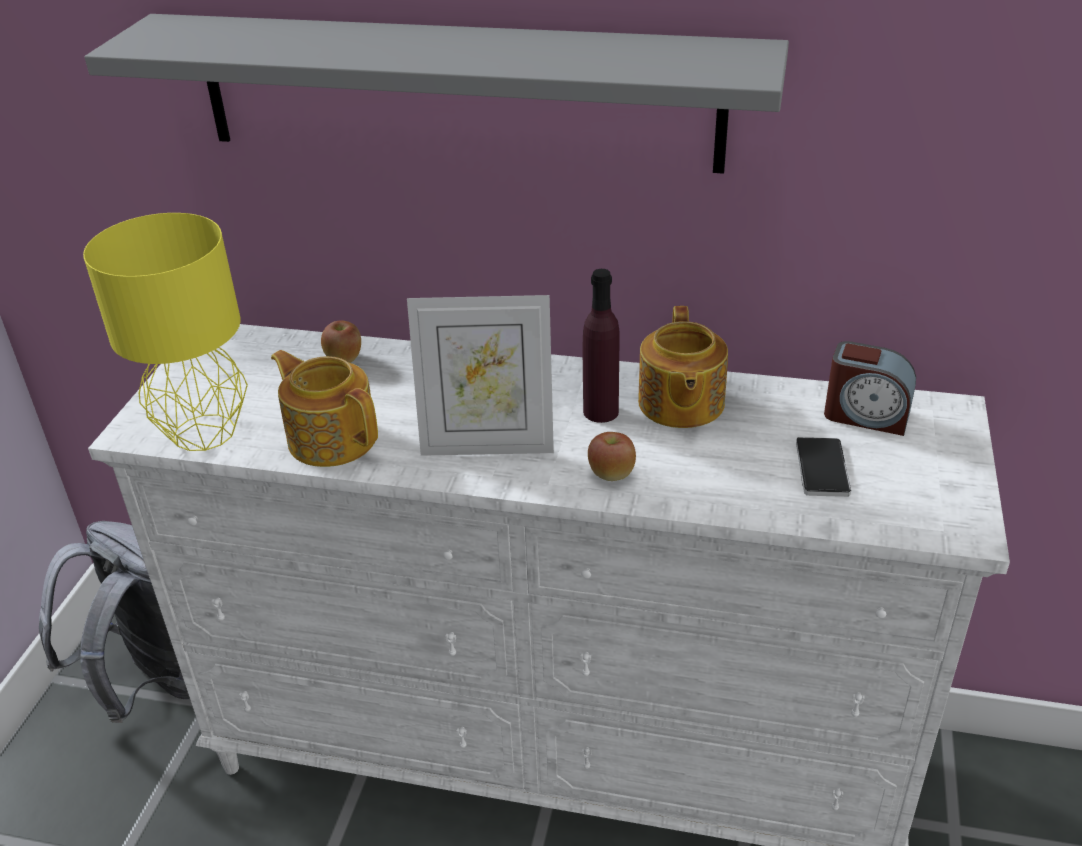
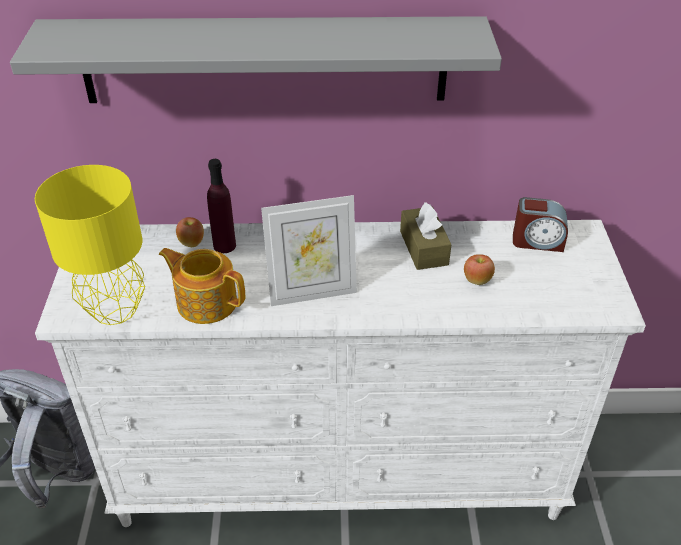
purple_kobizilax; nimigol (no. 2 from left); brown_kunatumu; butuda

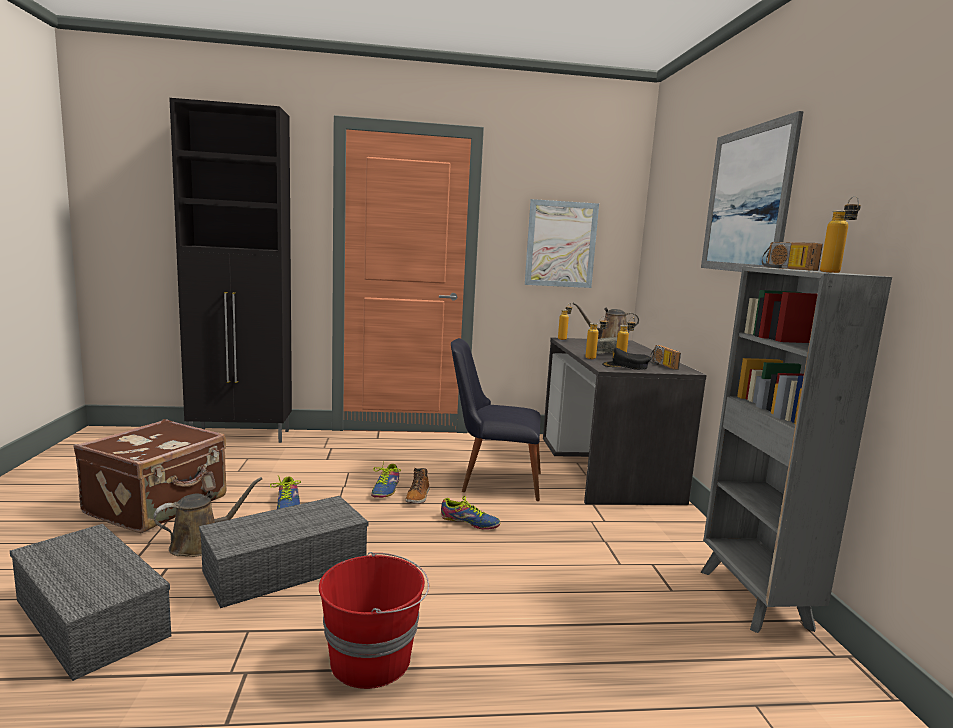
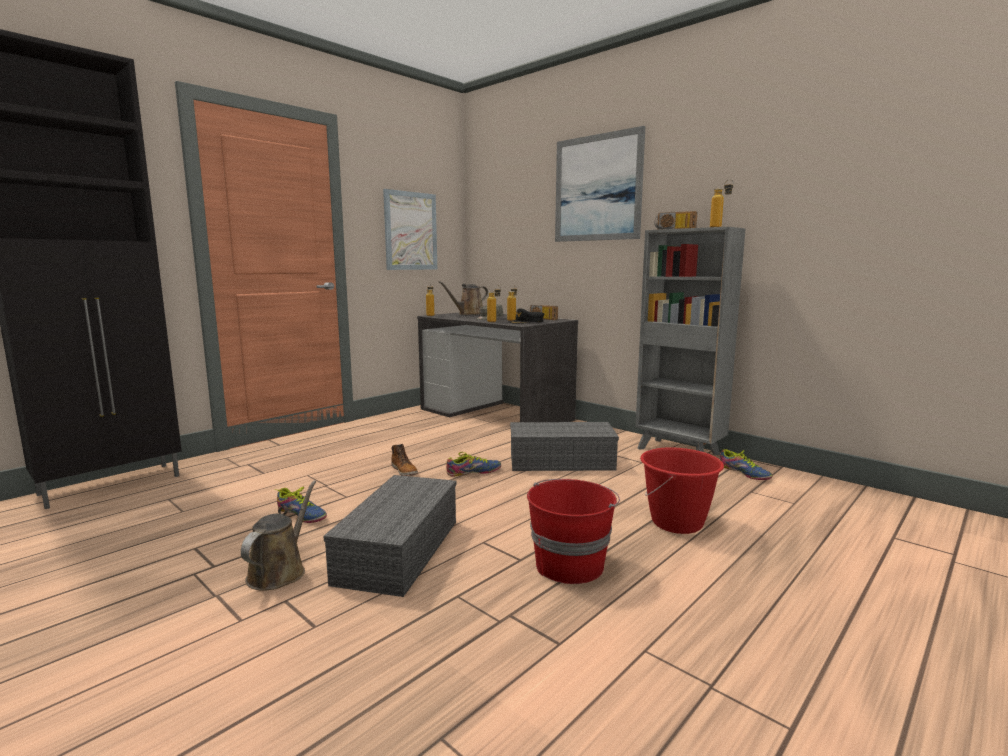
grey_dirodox (no. 2 from left); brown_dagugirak; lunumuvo (no. 3 from left); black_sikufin; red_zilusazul (no. 2 from left)

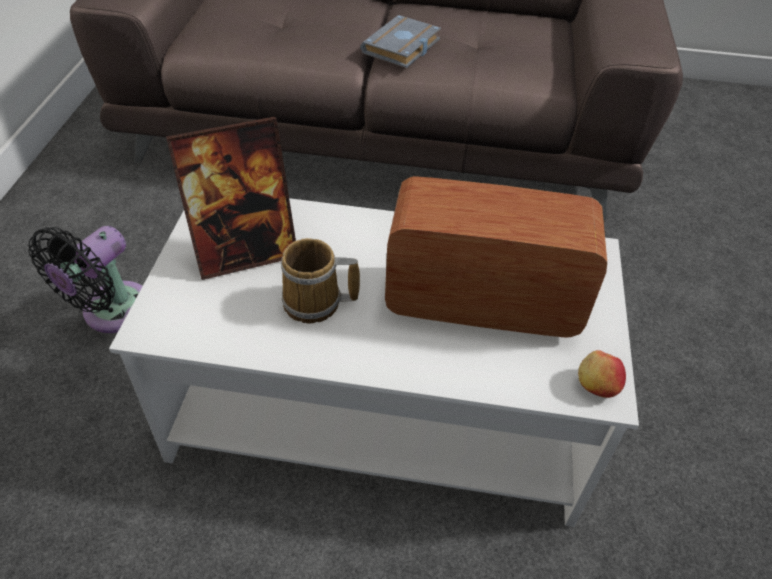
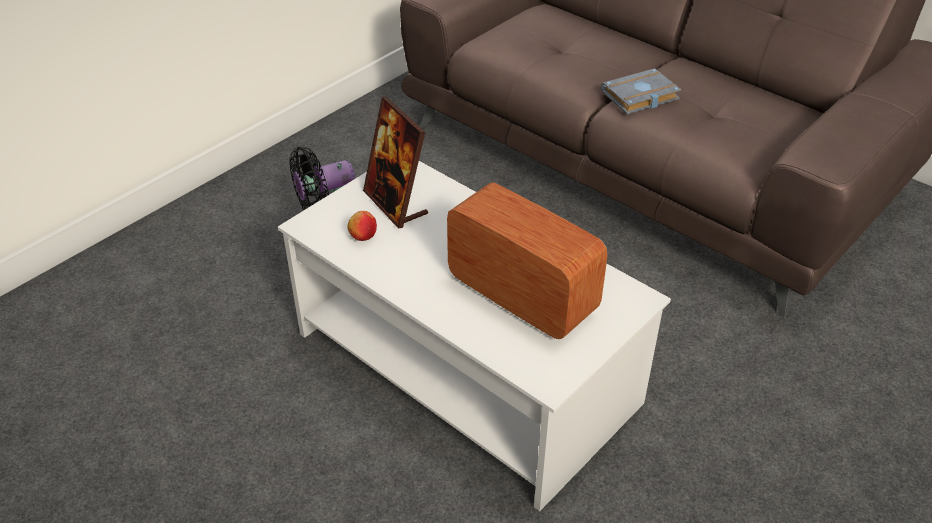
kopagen; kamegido; nimigol

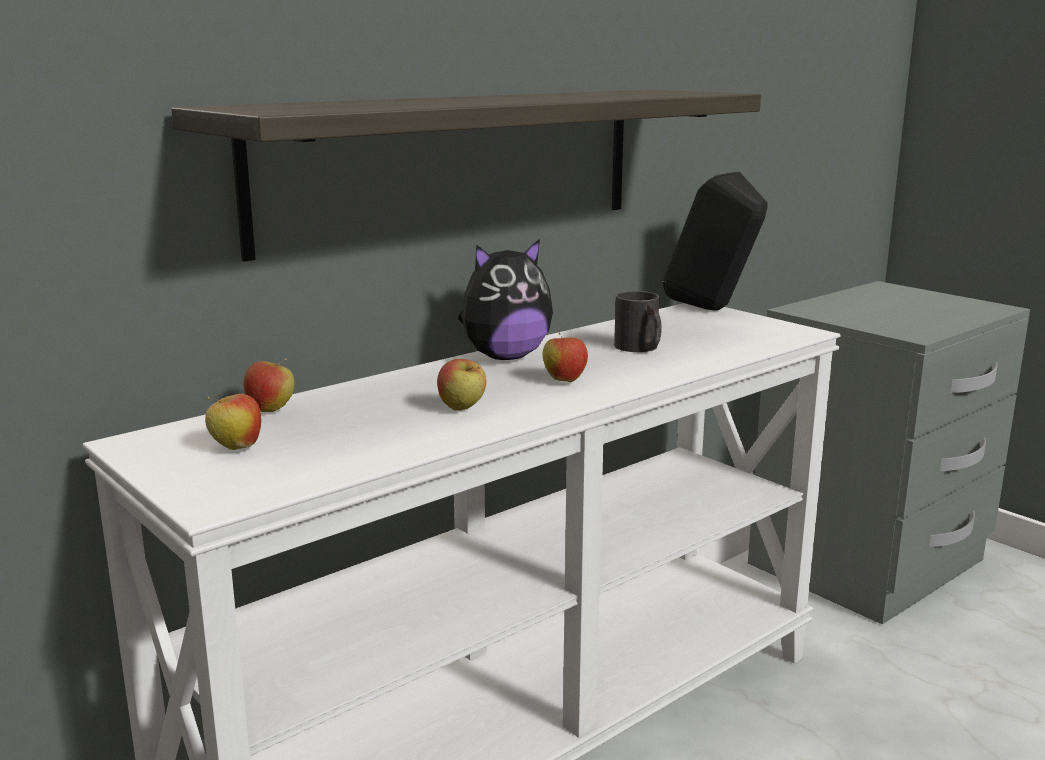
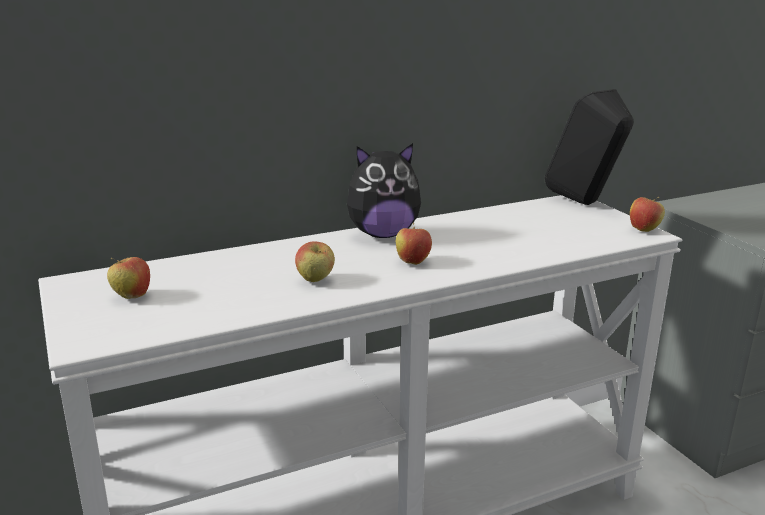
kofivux; nimigol (no. 4 from left); black_kamegido

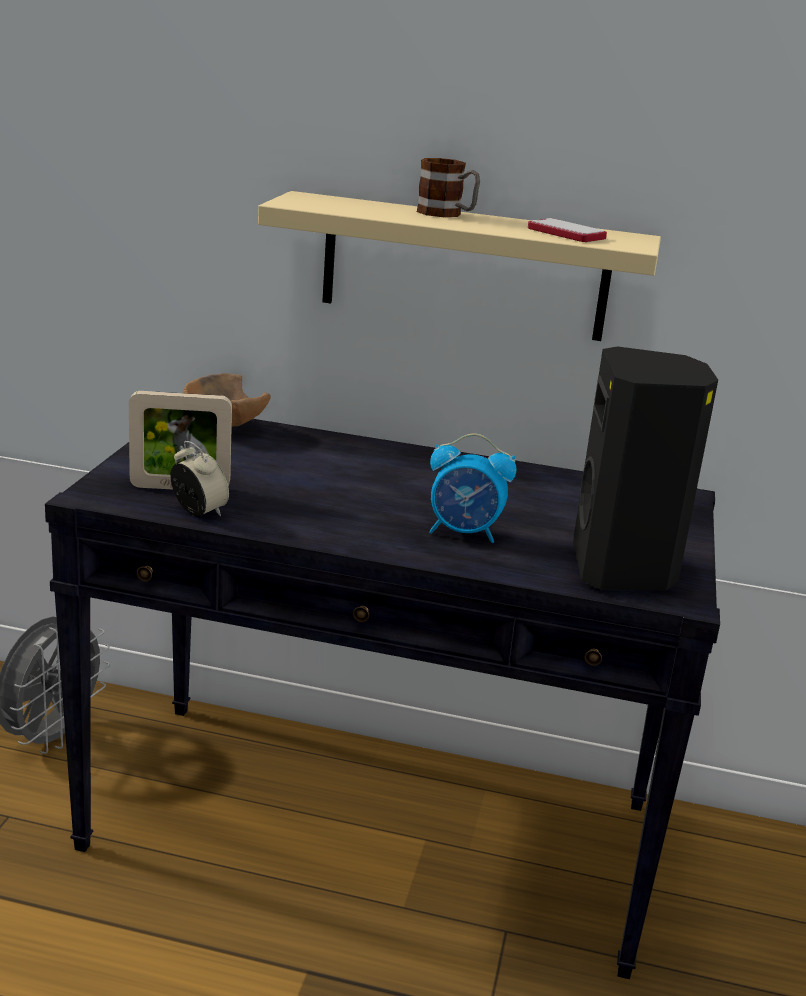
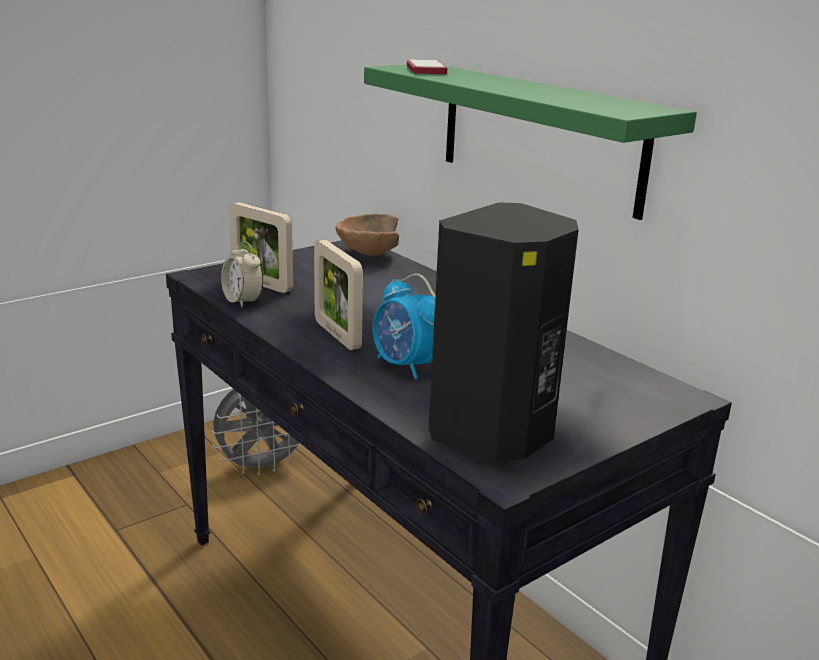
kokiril (no. 1 from left); green_kofivux; kamegido; butuda; kopagen (no. 2 from left)

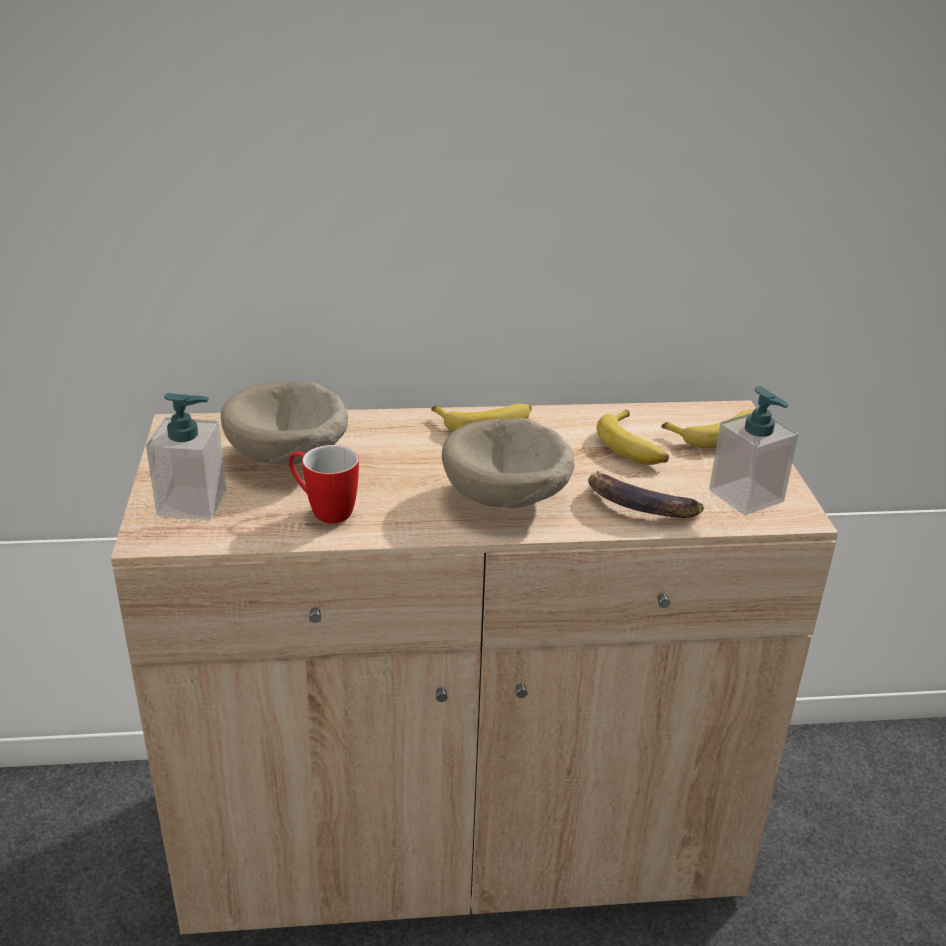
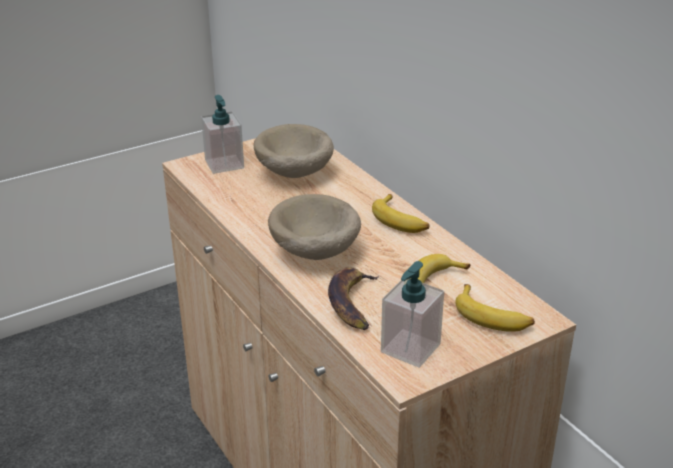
kamegido

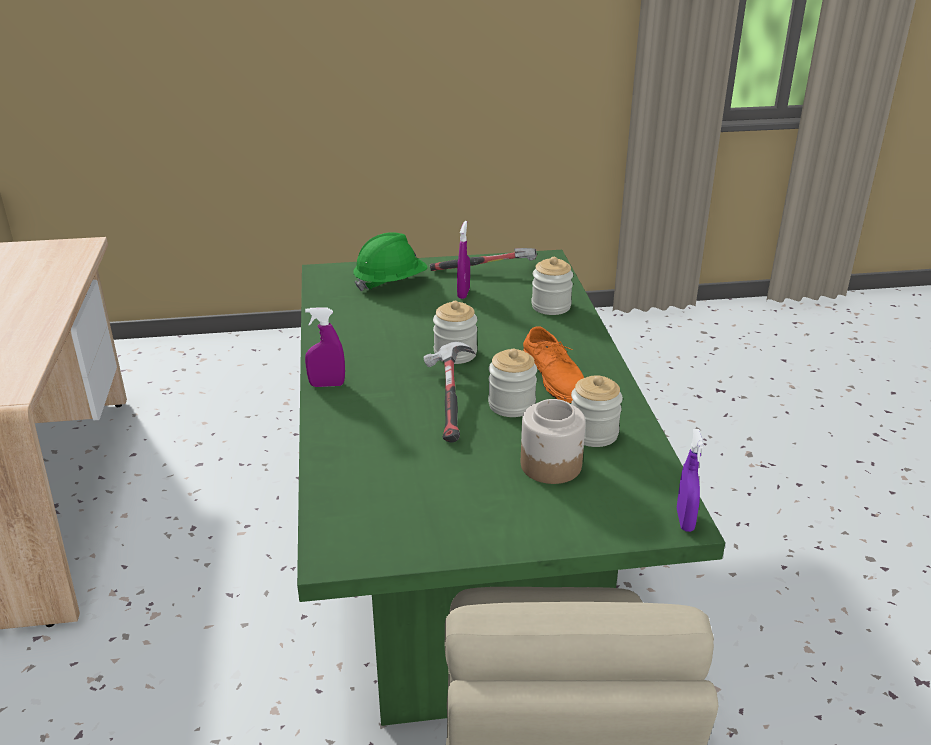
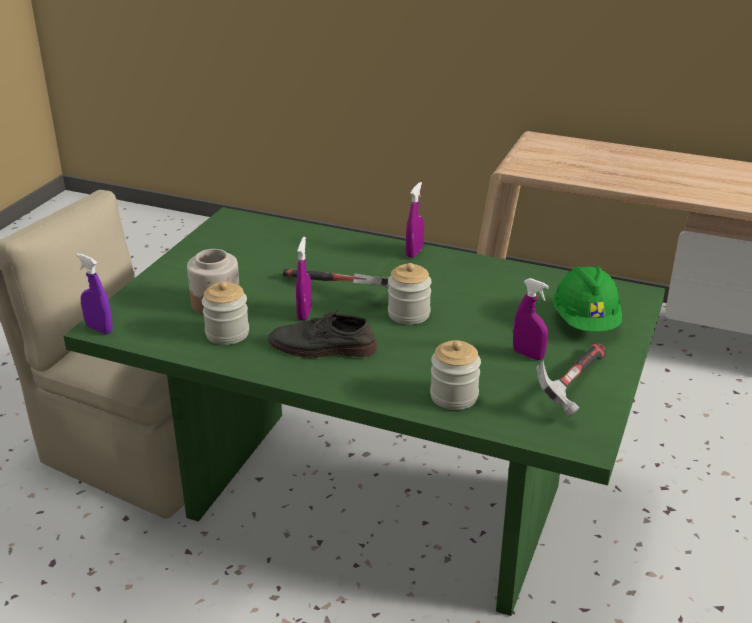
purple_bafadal (no. 2 from left); grey_lunumuvo

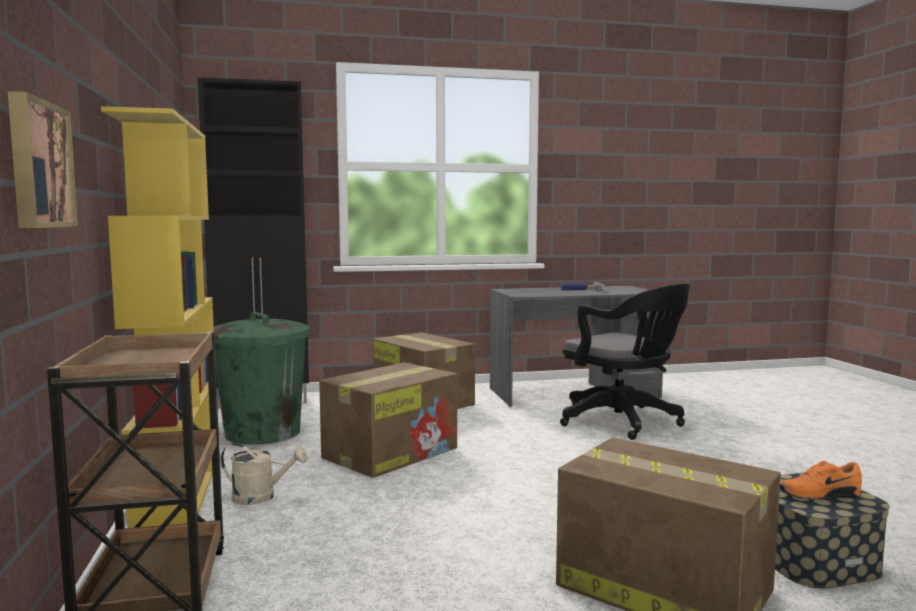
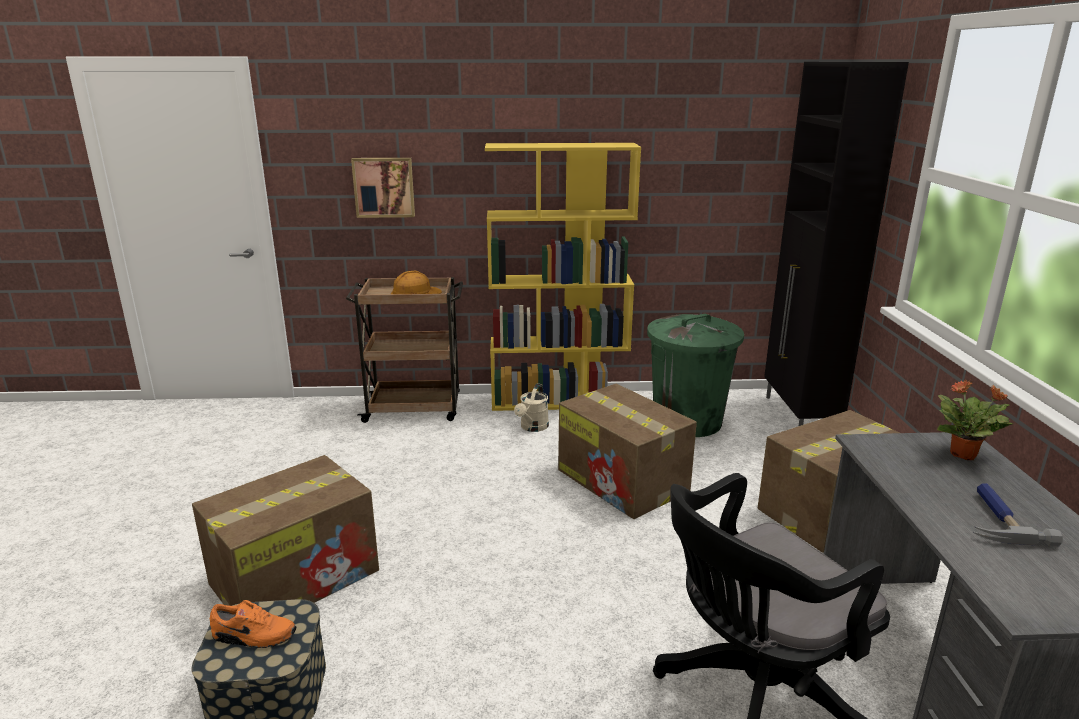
orange_lunumuvo; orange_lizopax; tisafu

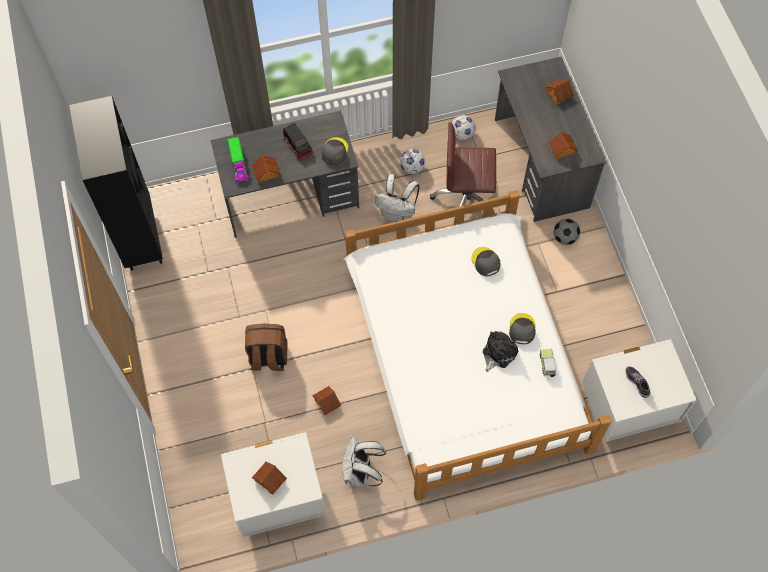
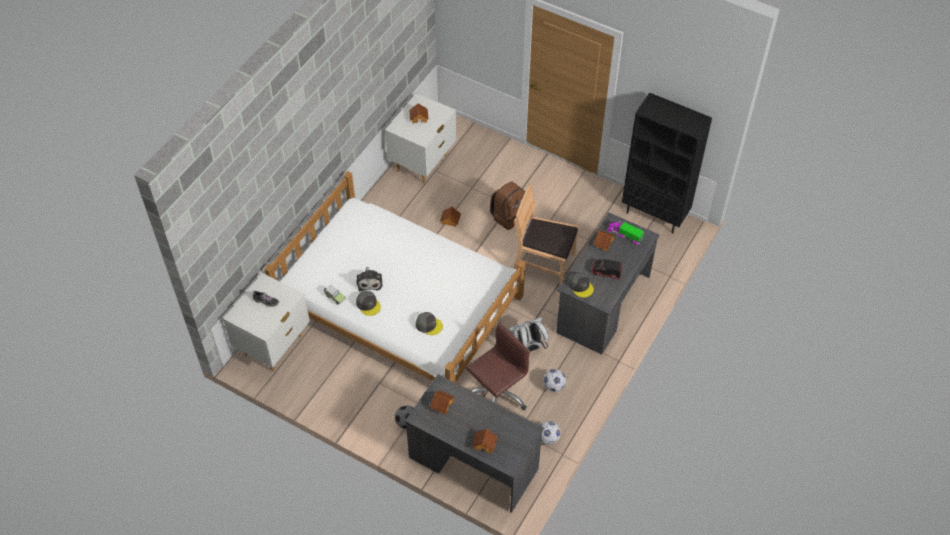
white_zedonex (no. 1 from left in the first image); brown_sikufin

